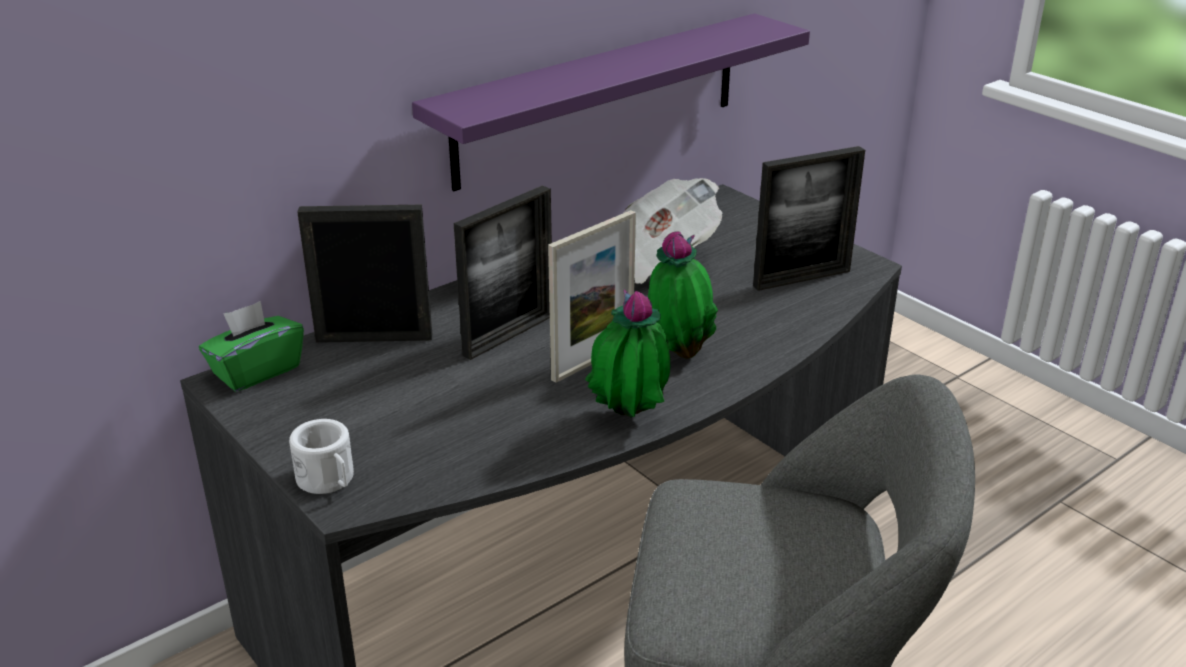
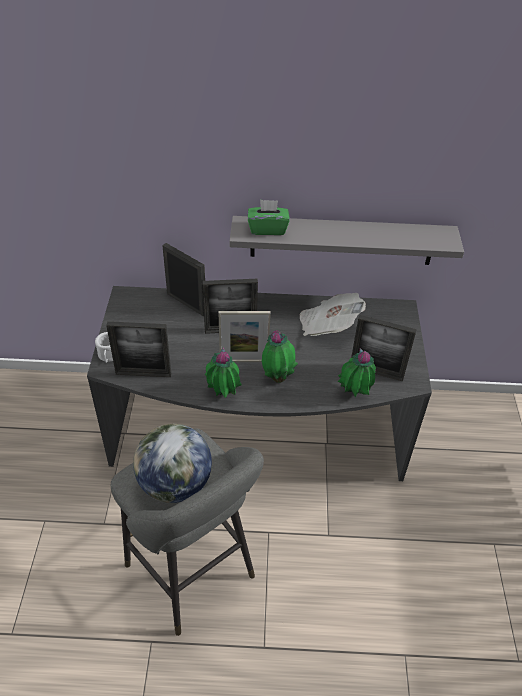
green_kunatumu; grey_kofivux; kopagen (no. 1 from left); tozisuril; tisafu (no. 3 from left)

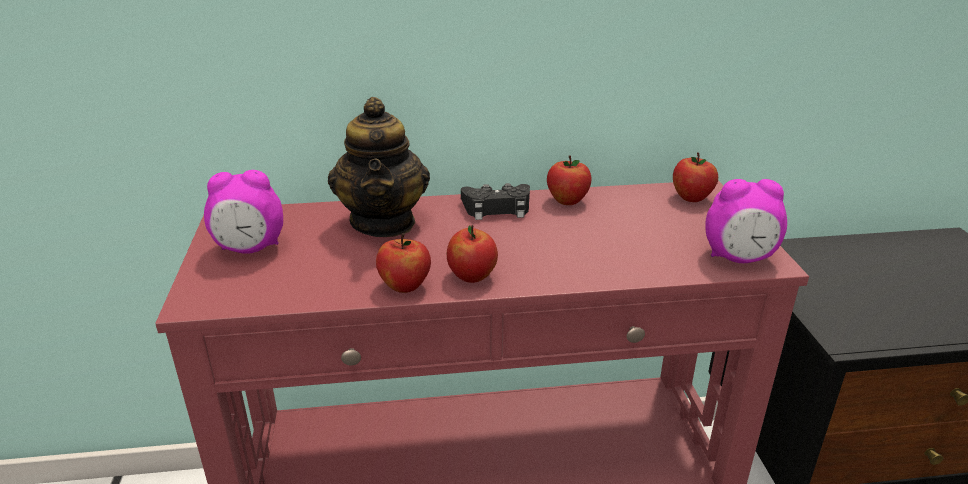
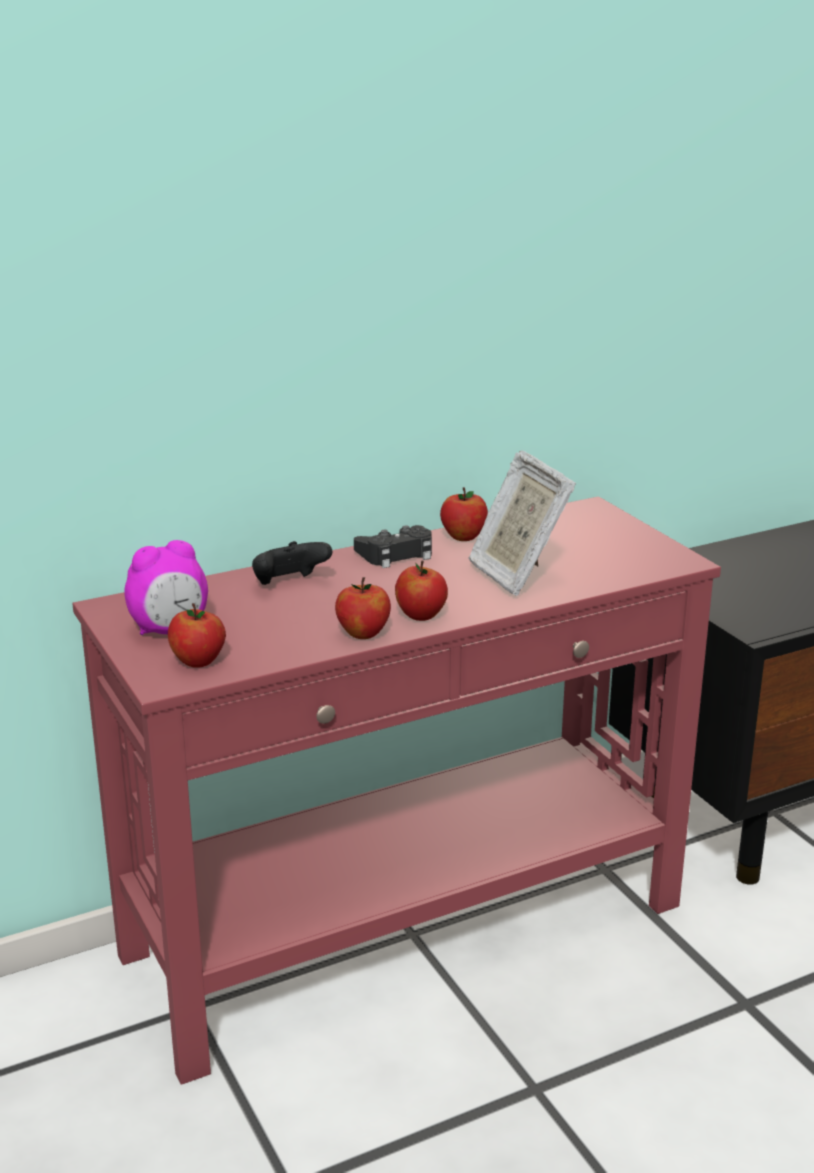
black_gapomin (no. 1 from left); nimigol (no. 1 from left); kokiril (no. 2 from left in the first image); kopagen

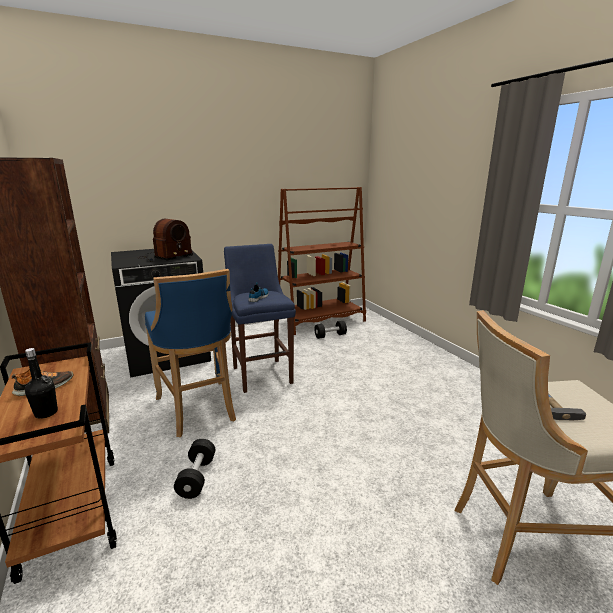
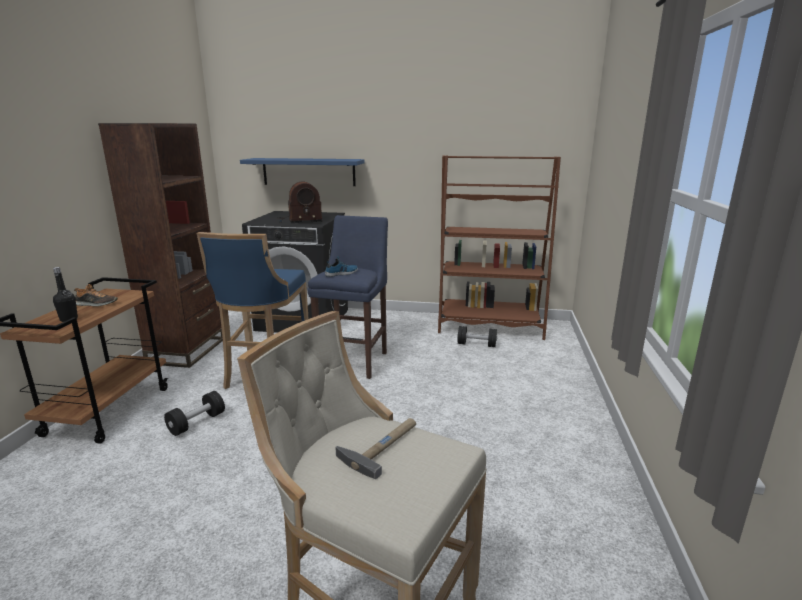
blue_kofivux

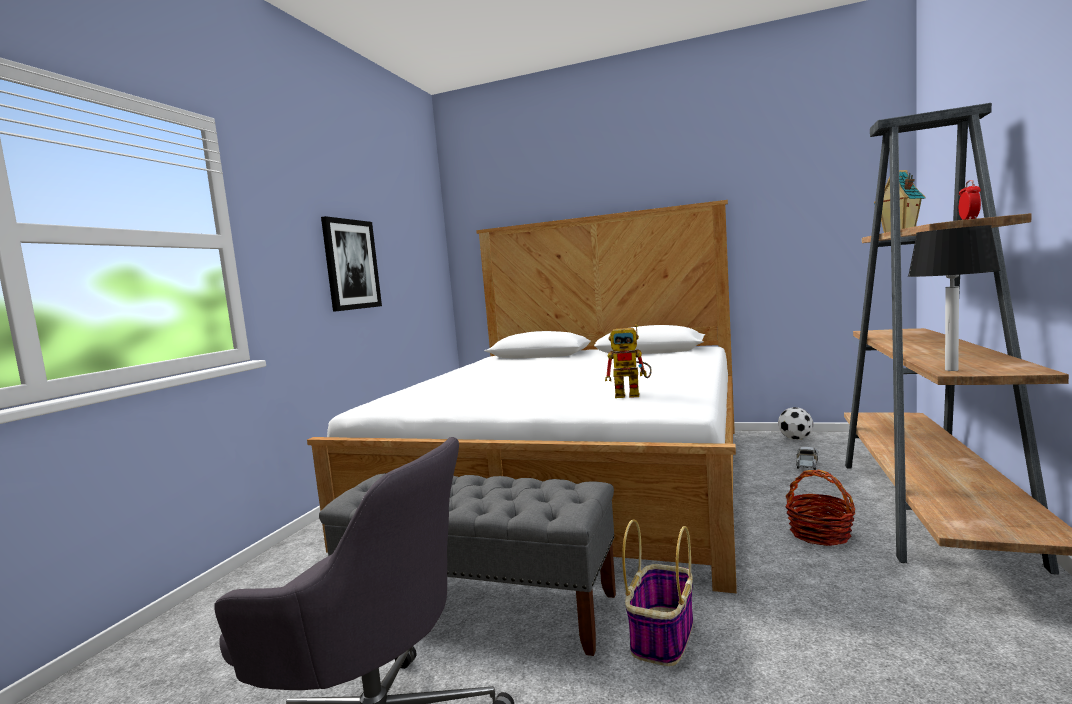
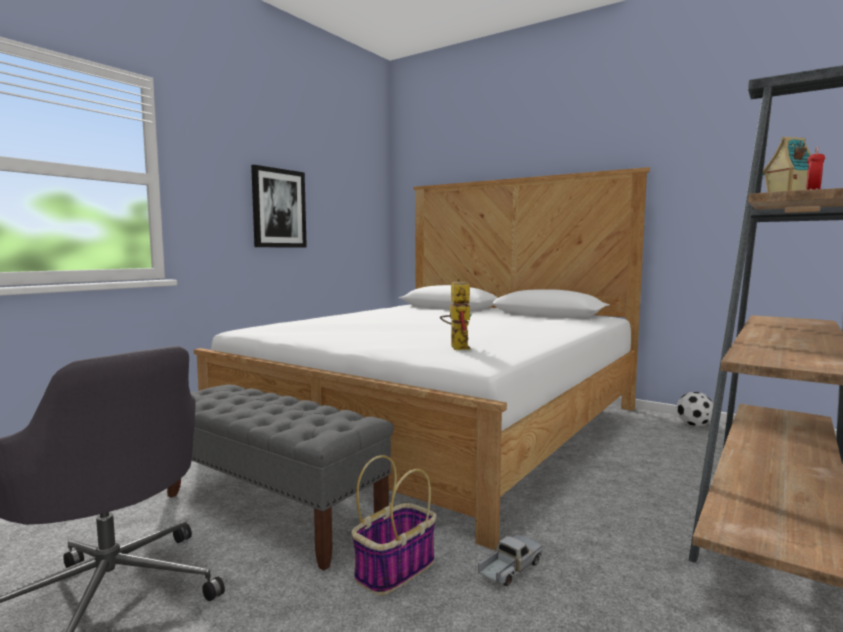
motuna; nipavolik (no. 2 from left in the first image); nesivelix; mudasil

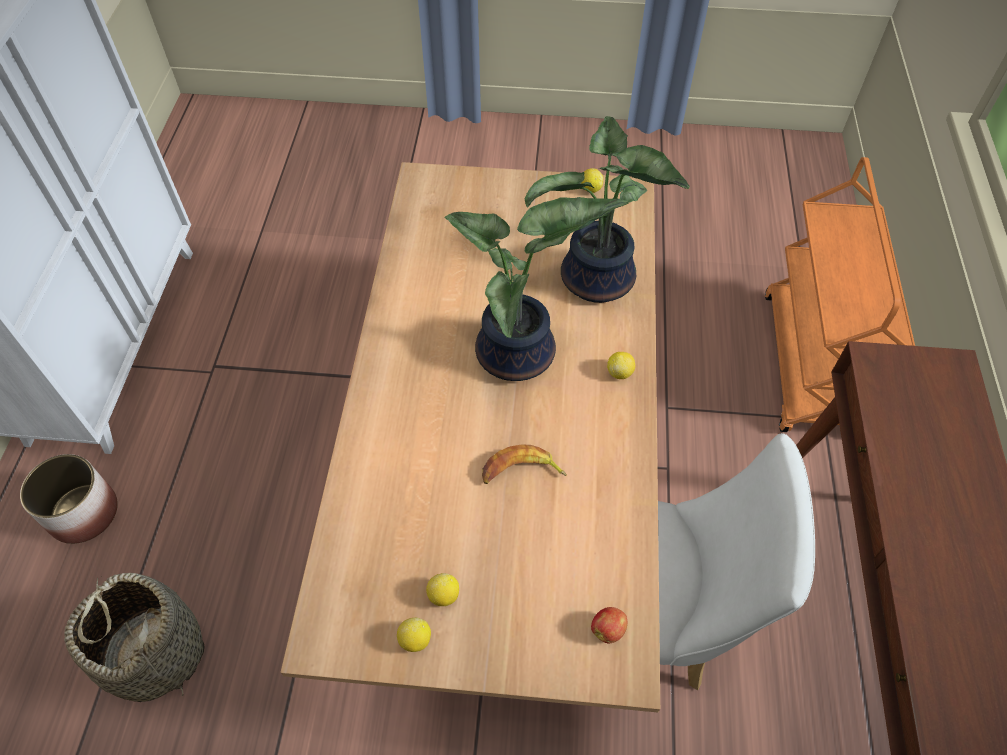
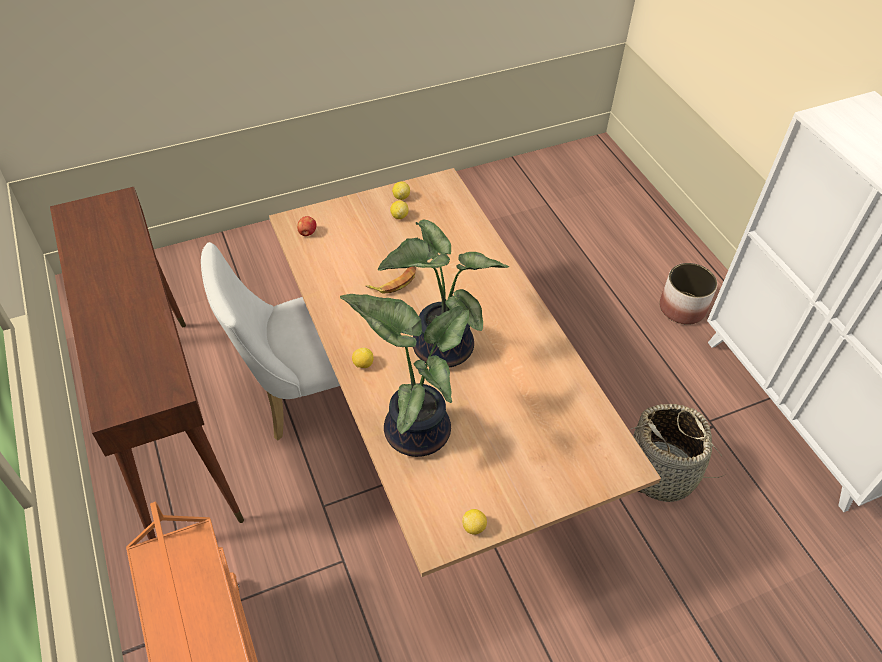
nipavolik

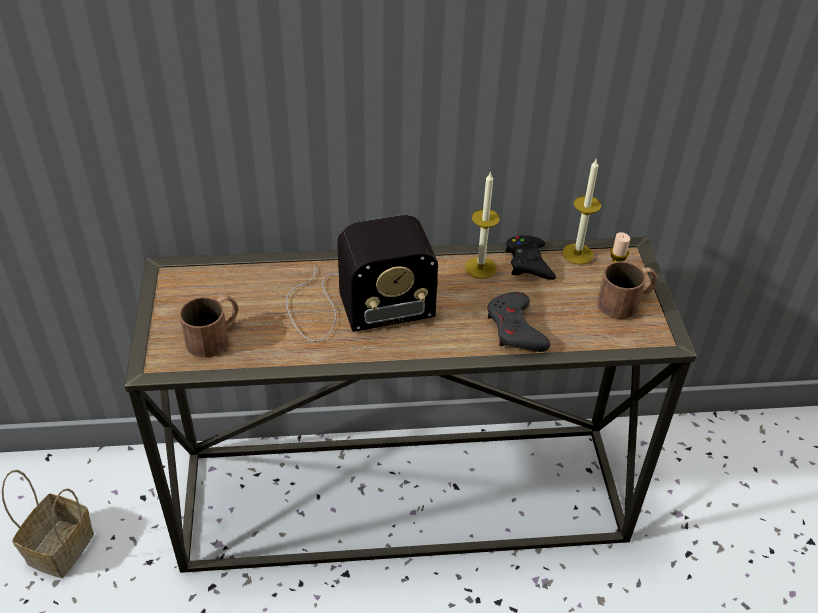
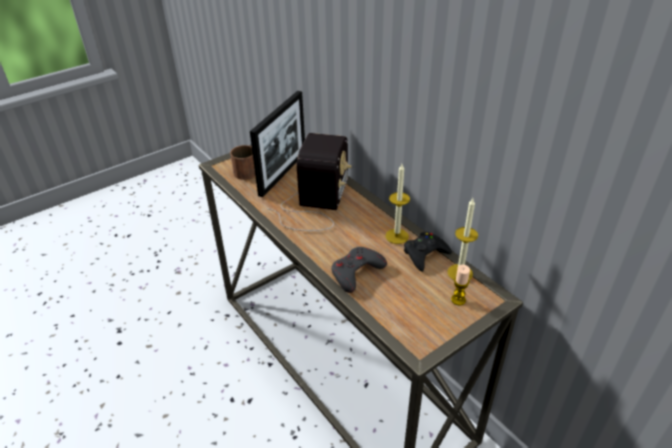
nipavolik; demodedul; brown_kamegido (no. 2 from left in the first image); kopagen

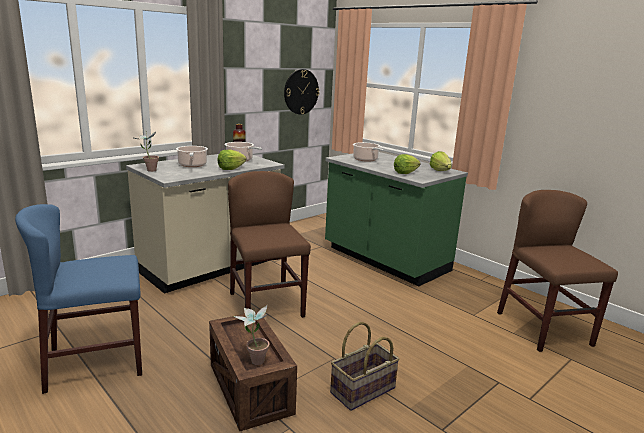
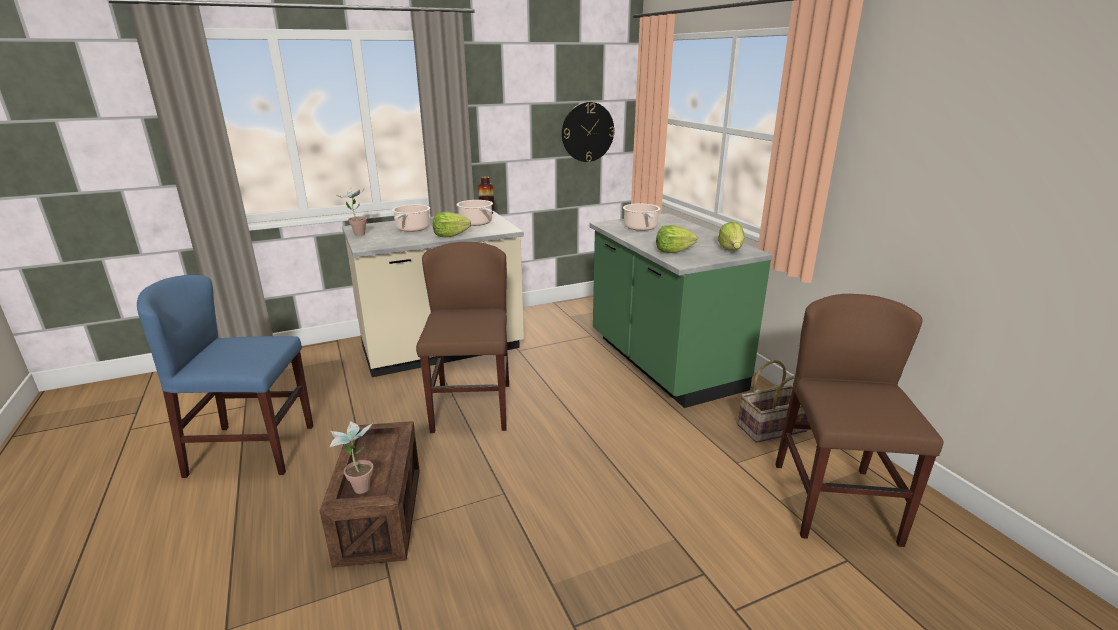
nipavolik

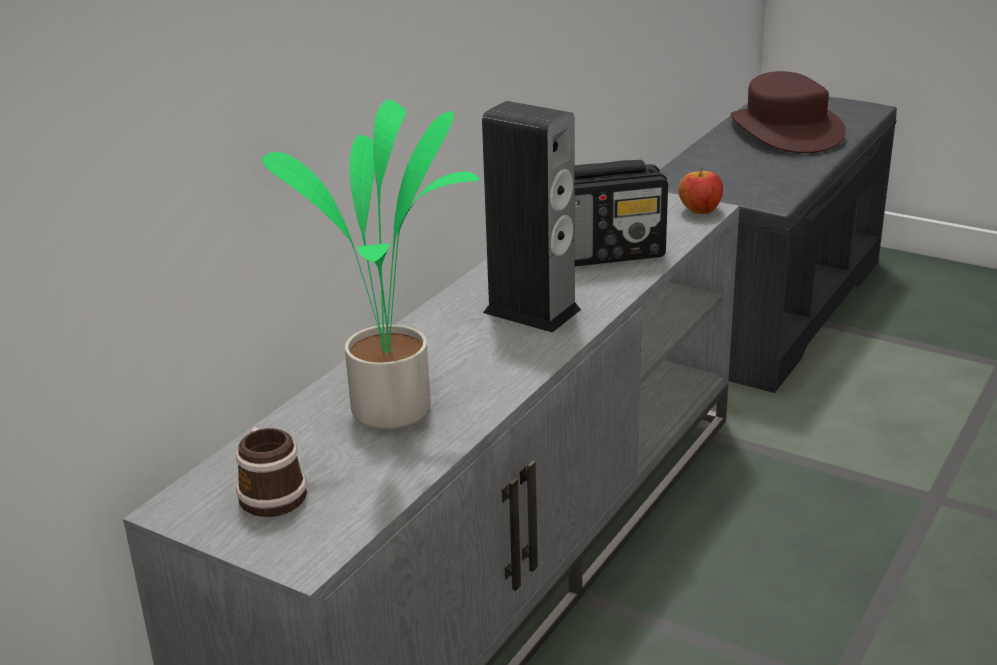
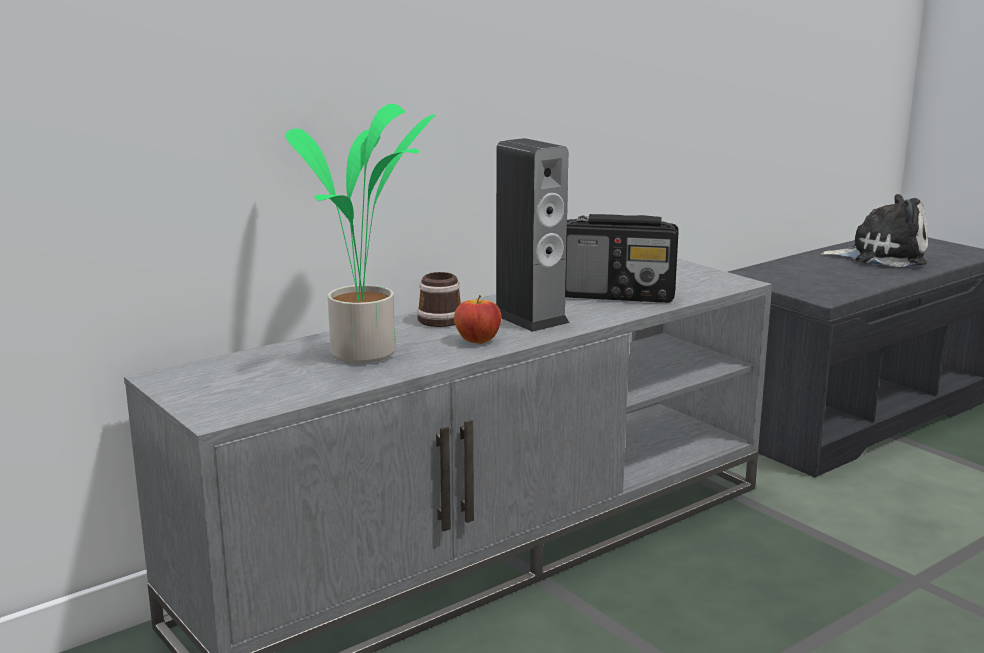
kamegido; nimigol; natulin

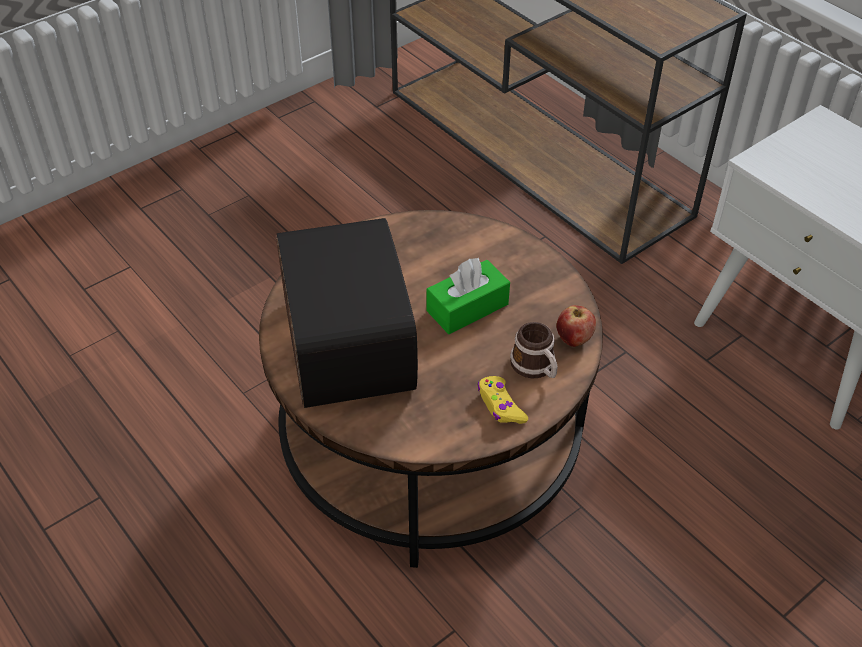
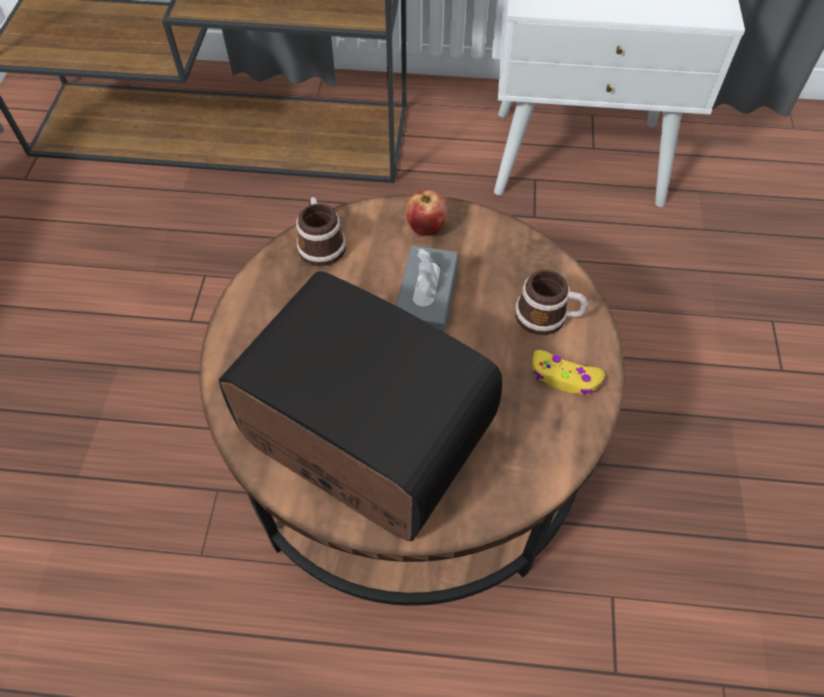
grey_kunatumu; nimigol; kamegido (no. 1 from left)

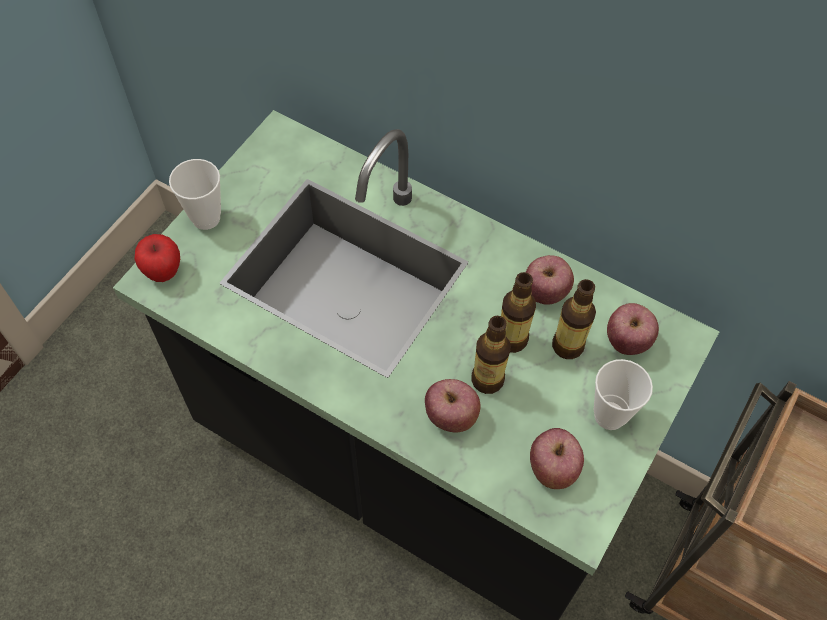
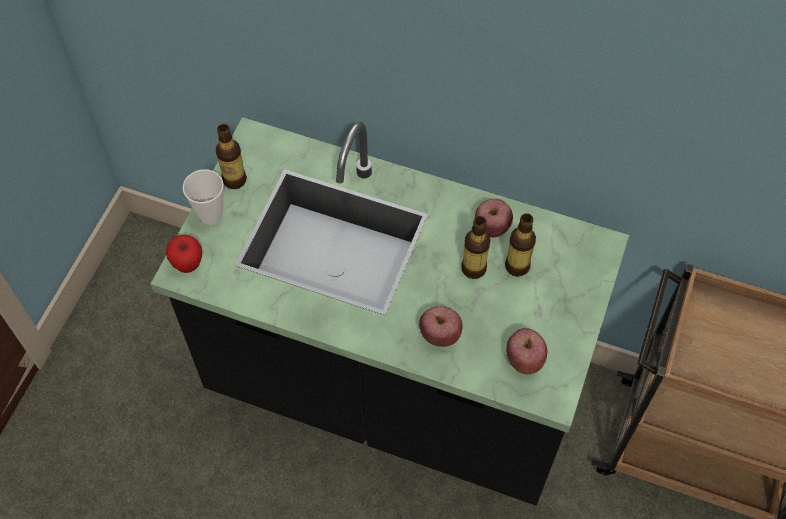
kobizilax (no. 1 from left); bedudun (no. 2 from left in the first image); nimigol (no. 5 from left in the first image)

